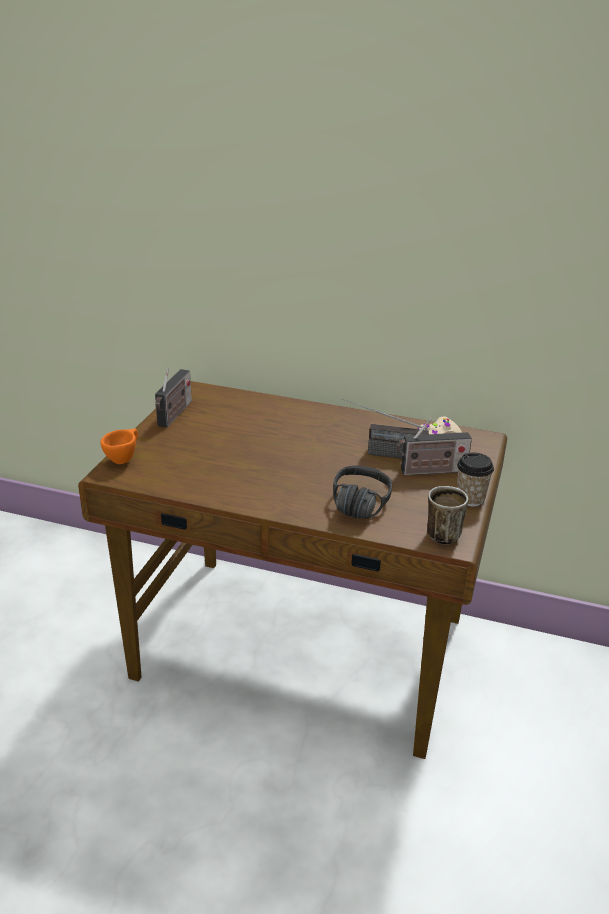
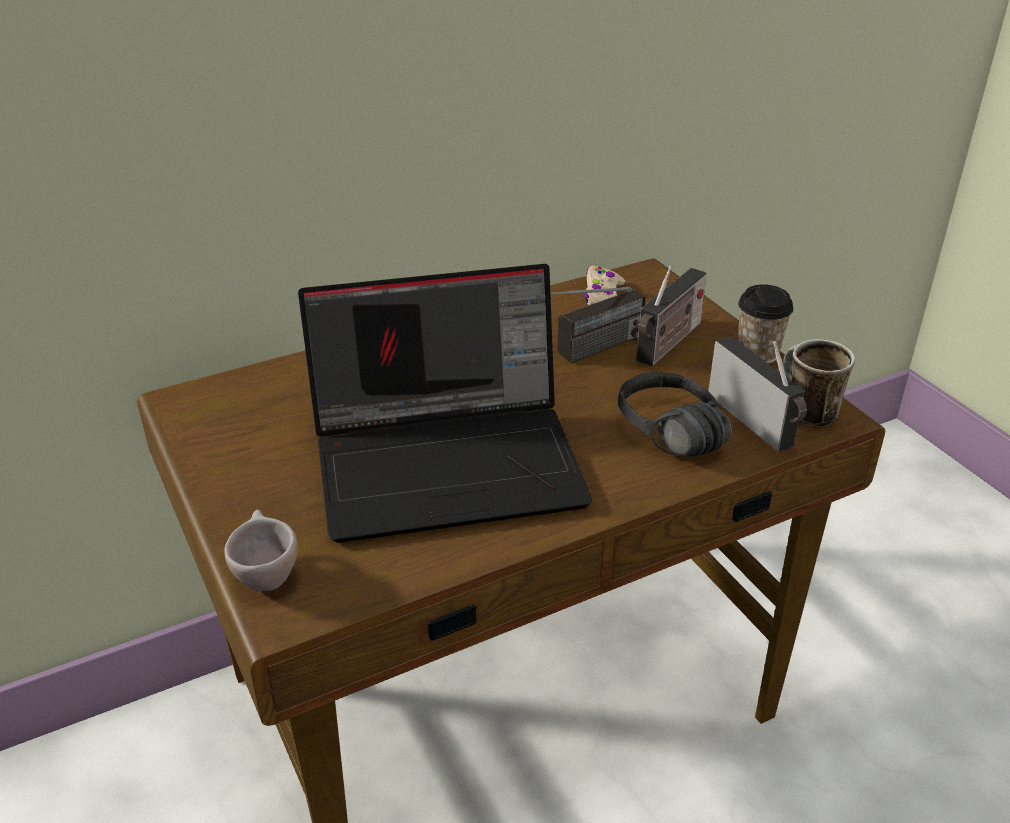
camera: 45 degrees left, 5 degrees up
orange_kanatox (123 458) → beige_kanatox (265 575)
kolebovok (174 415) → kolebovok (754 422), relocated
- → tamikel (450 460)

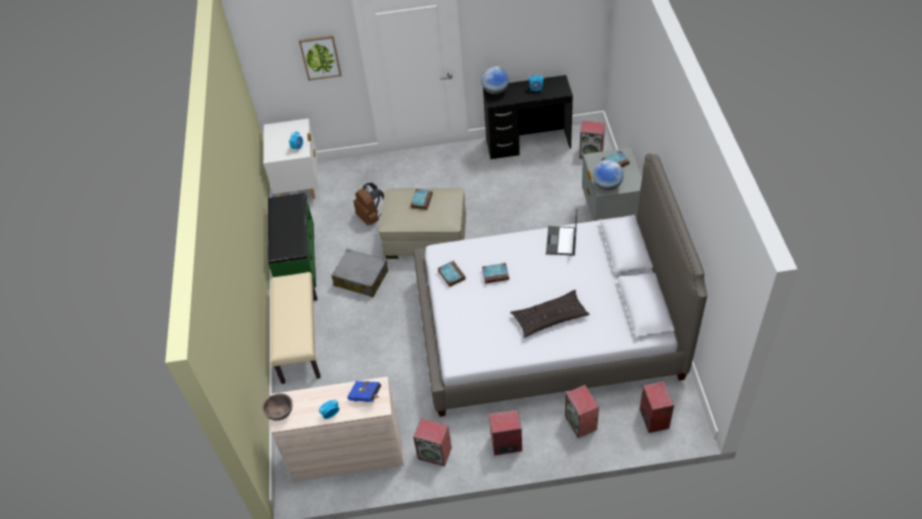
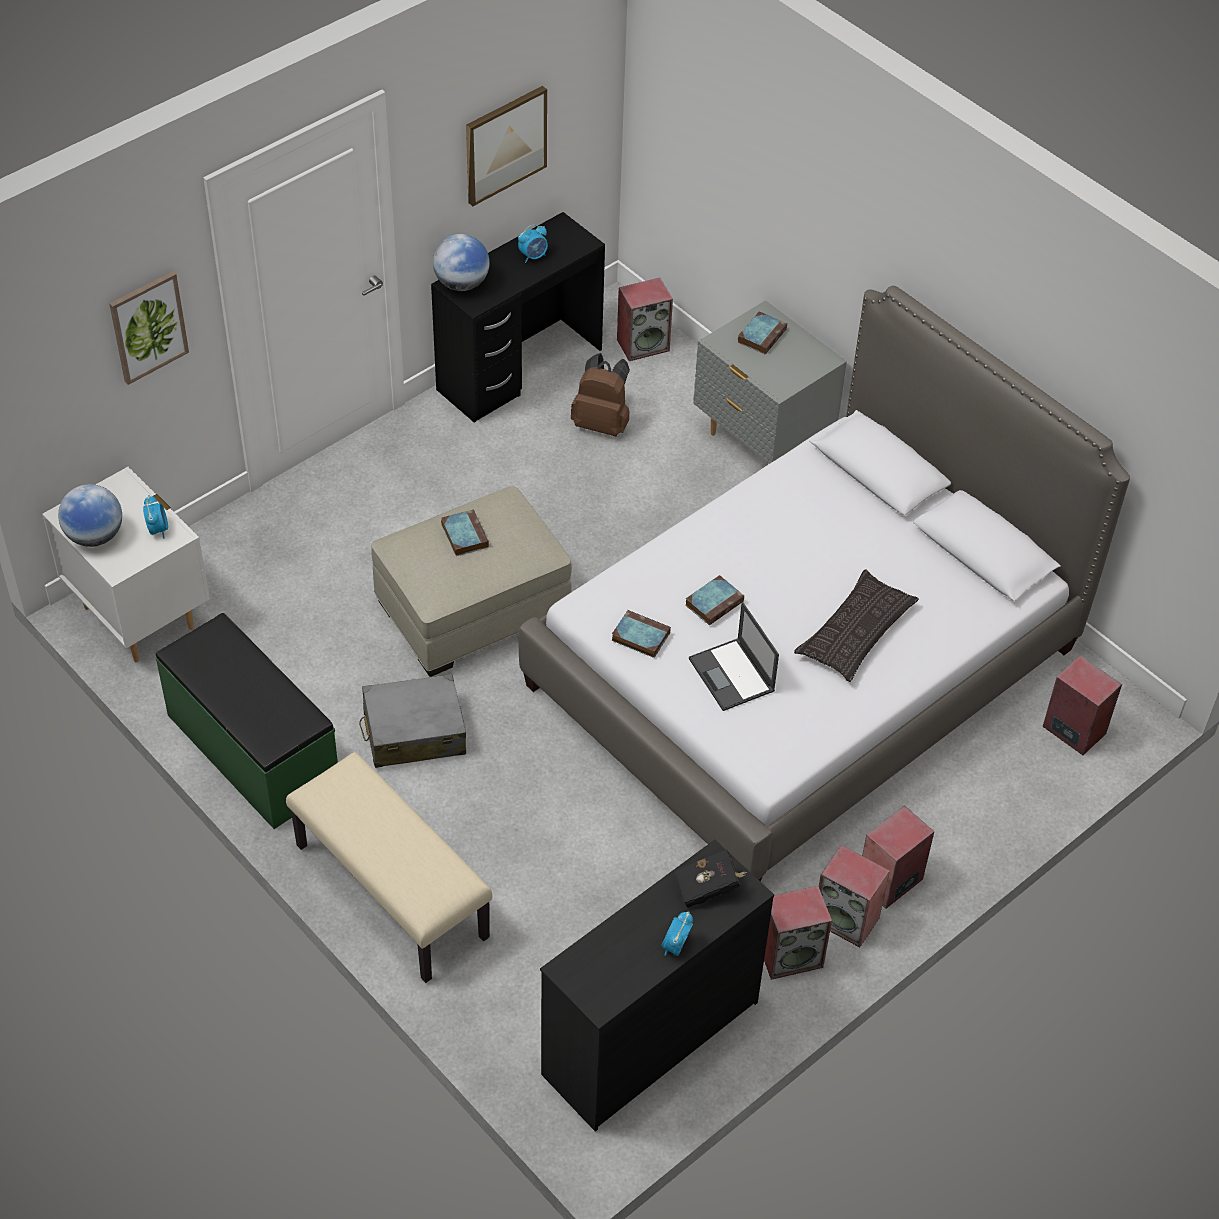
camera: 40 degrees left, 0 degrees up
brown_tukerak (280 414) → -
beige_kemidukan (347 455) → black_kemidukan (649 1037)
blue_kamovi (366 396) → black_kamovi (709 888)
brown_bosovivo (371 217) → brown_bosovivo (602 423), relocated
tamikel (561 241) → tamikel (732 675), relocated
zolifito (581 423) → zolifito (847 919), relocated
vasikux (607 185) → vasikux (95 536), relocated
- → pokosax (505 144)

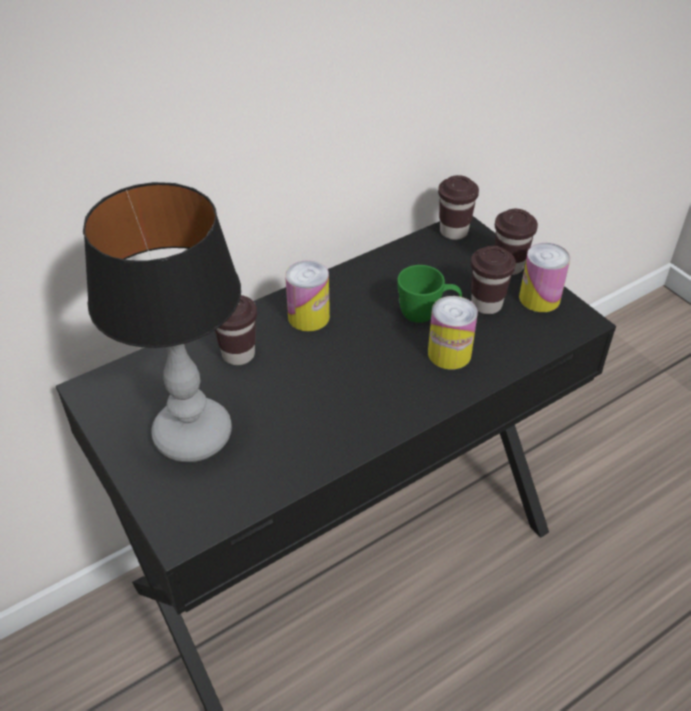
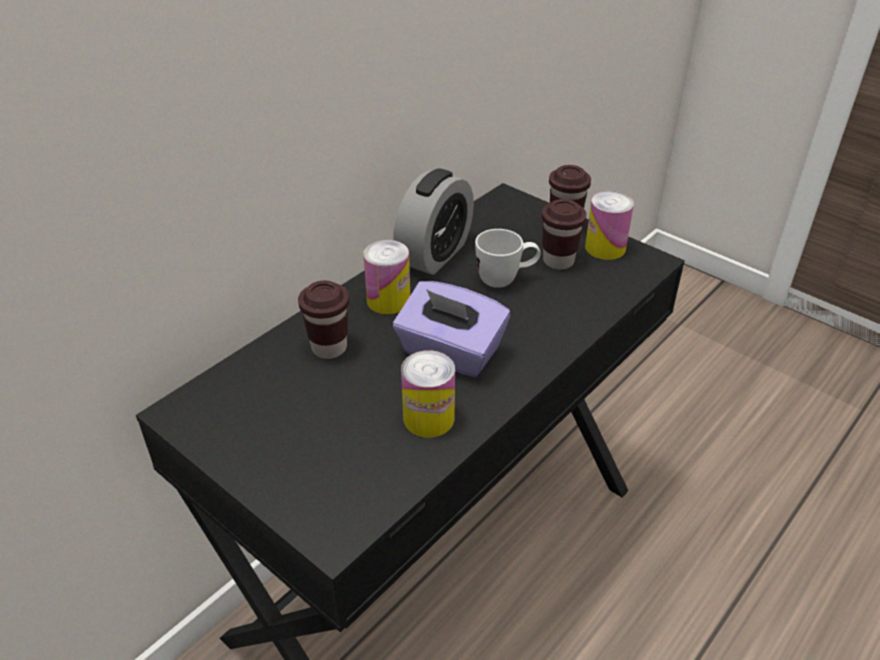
camera: 15 degrees left, 5 degrees down
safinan (191 434) → -
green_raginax (427 315) → white_raginax (506 279)
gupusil (449 353) → gupusil (428 418), relocated
brown_kanatox (453 231) → -
- → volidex (434 254)
- → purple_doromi (450 352)

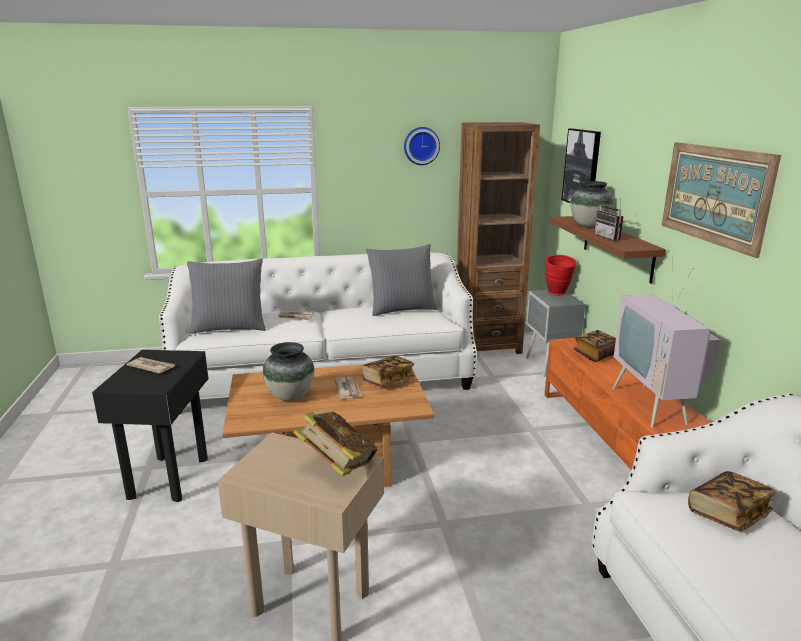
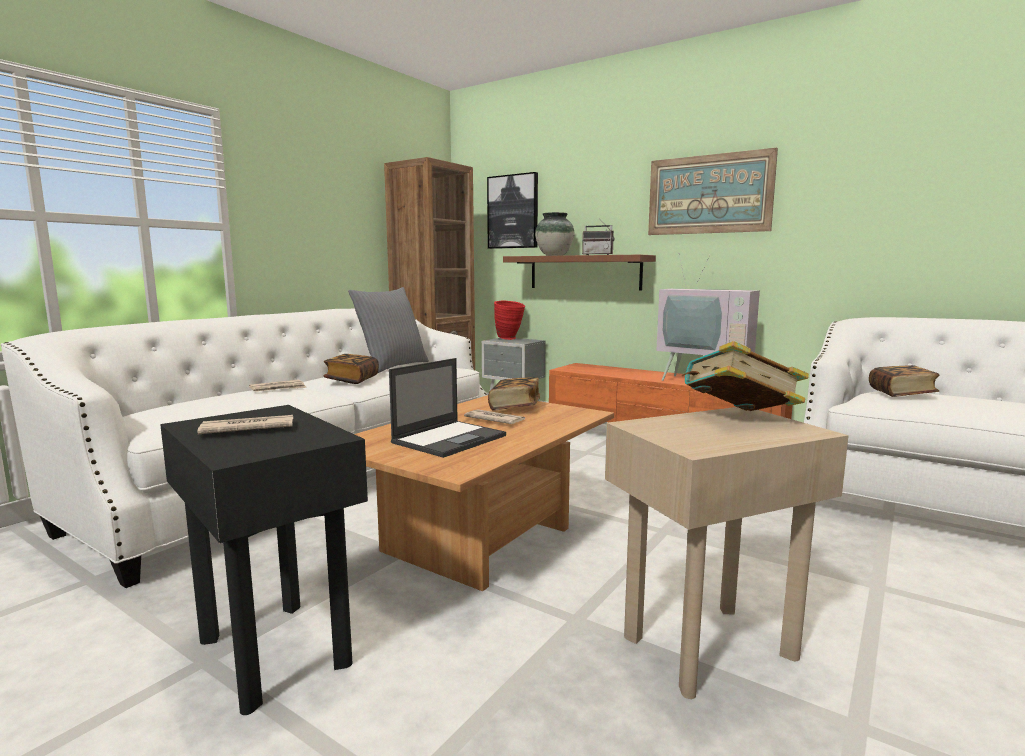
camera: 45 degrees left, 10 degrees down
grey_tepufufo (229 328) → -
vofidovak (290 396) → tamikel (450 439)
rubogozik (421 146) → -
kamovi (596 354) → kamovi (352 380), relocated

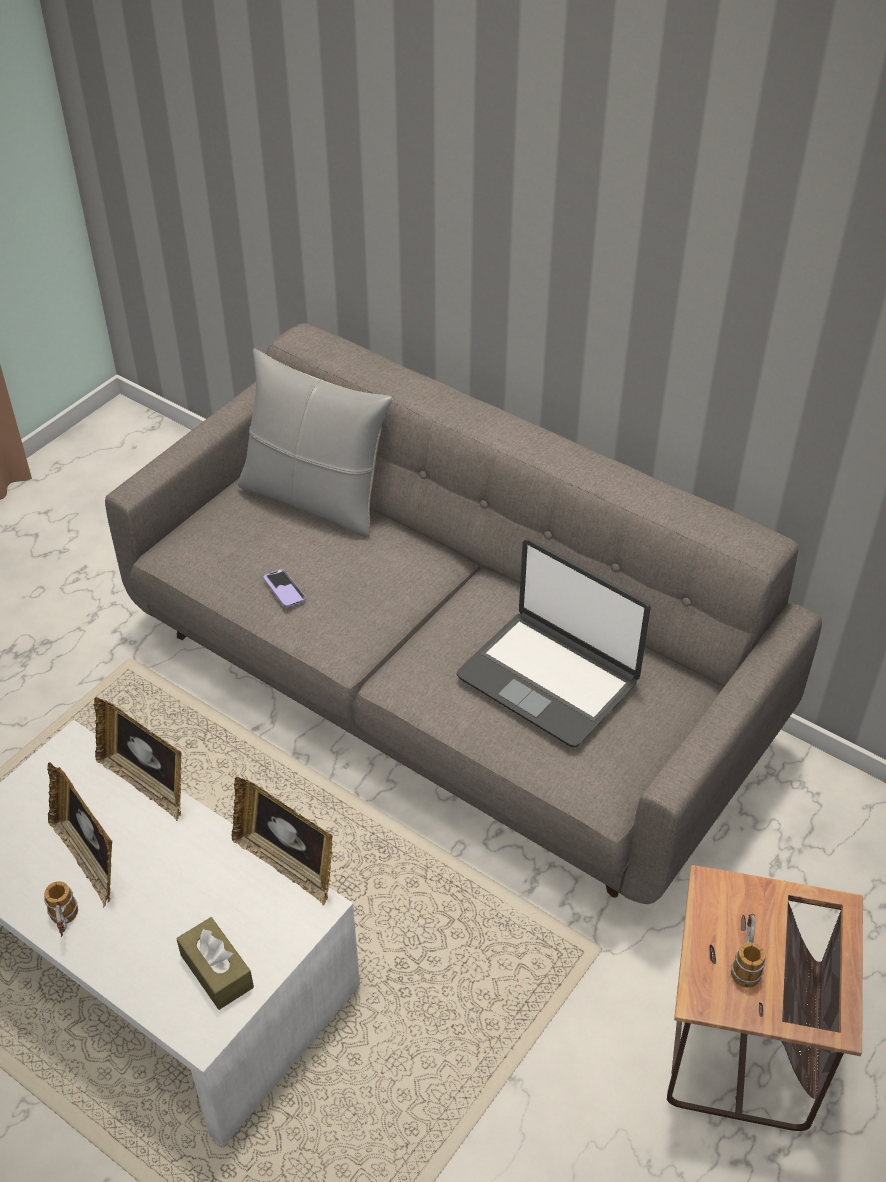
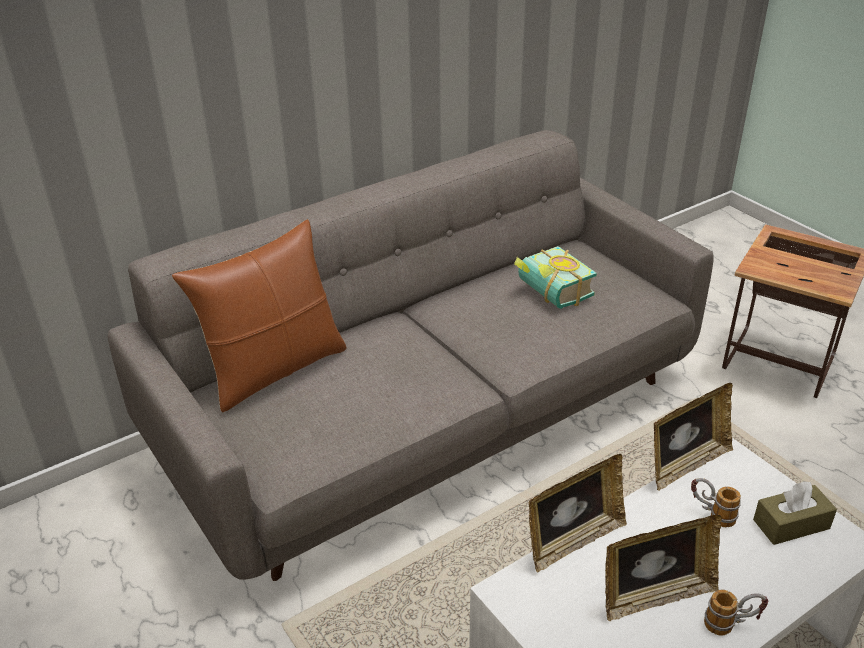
camera: 70 degrees left, 10 degrees down
grey_tepufufo (315 499) → brown_tepufufo (275 369)
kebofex (284 589) → -
tamikel (549 678) → kamovi (549 294)
raginax (745 962) → raginax (711 514), relocated

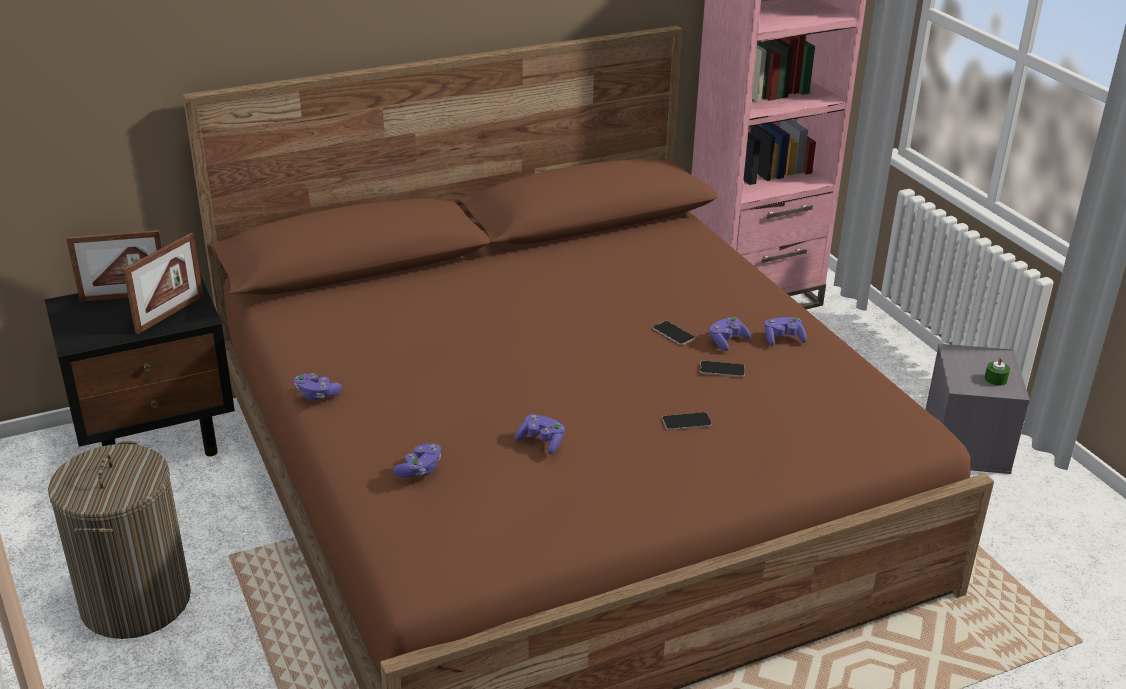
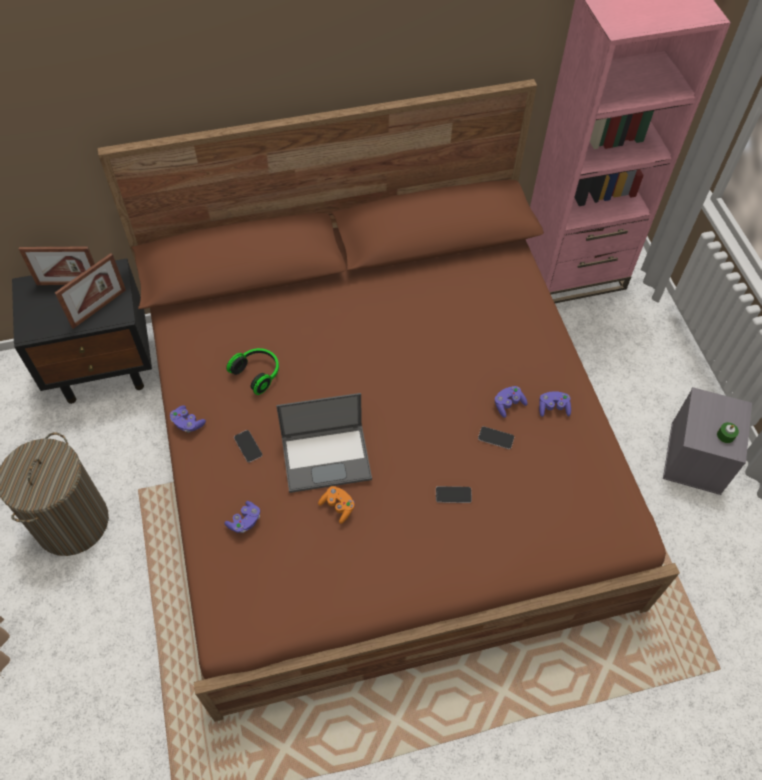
camera: 10 degrees right, 25 degrees up
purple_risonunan (541 442) → orange_risonunan (338 507)
kebofex (673 333) → kebofex (248 446), relocated
- → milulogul (258 373)
- → tamikel (327 457)

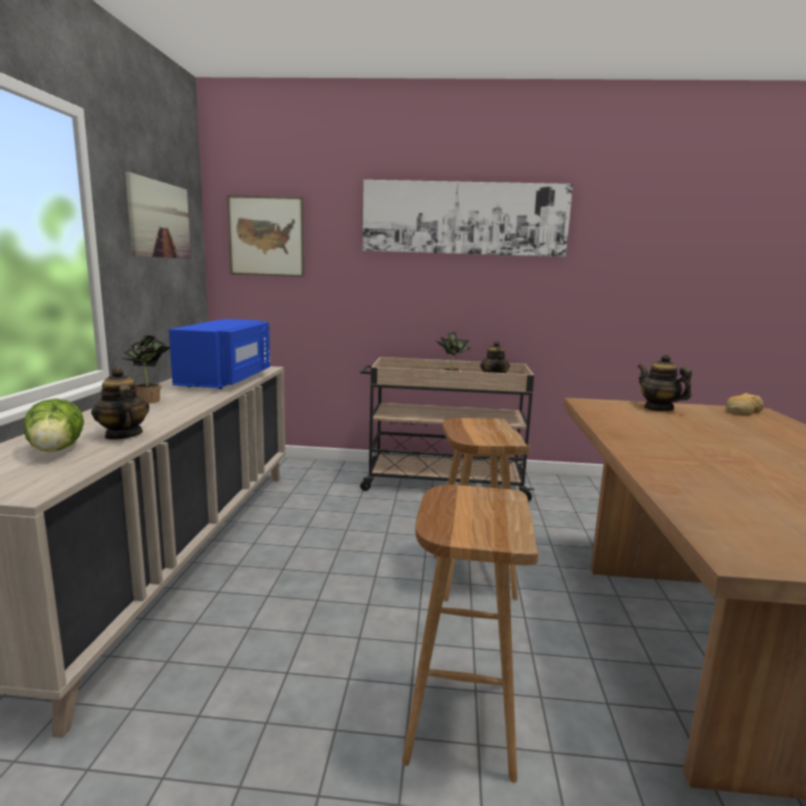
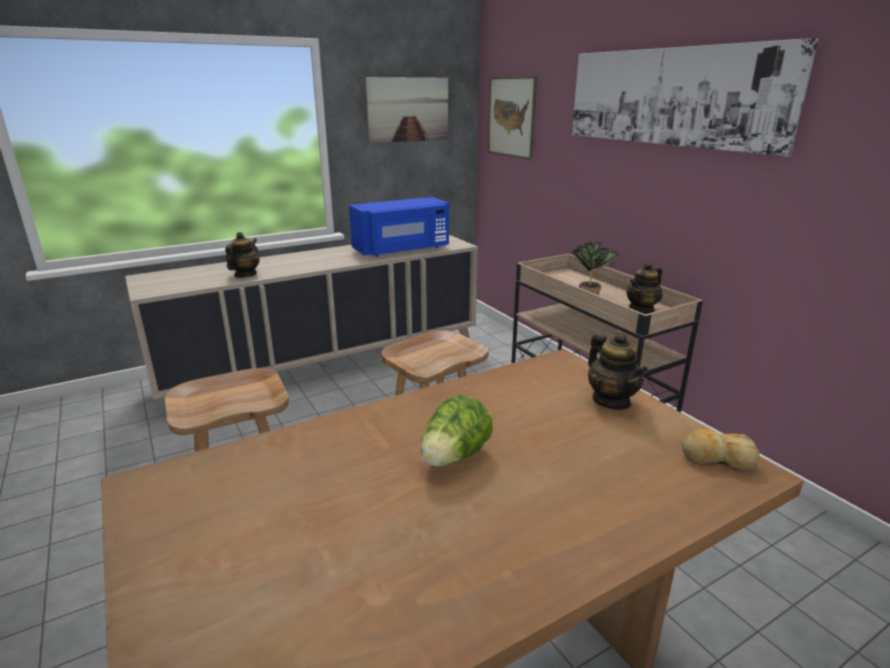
camera: 55 degrees right, 10 degrees up
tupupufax (56 451) → tupupufax (454 457), relocated
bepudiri (150 401) → -
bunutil (658 408) → bunutil (611 401), 135 degrees clockwise

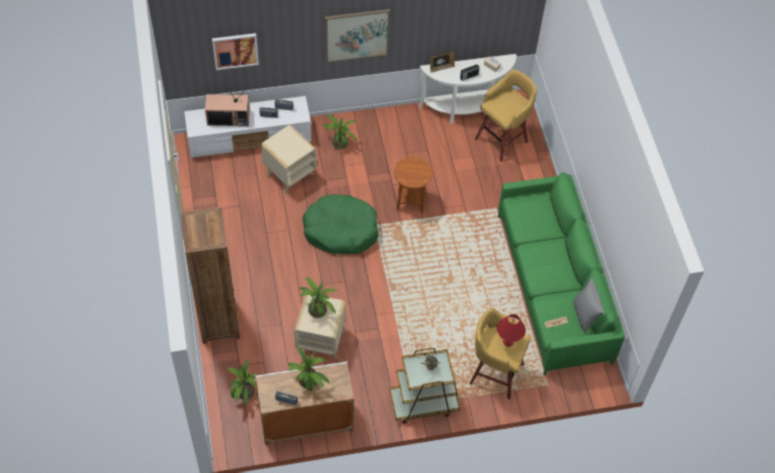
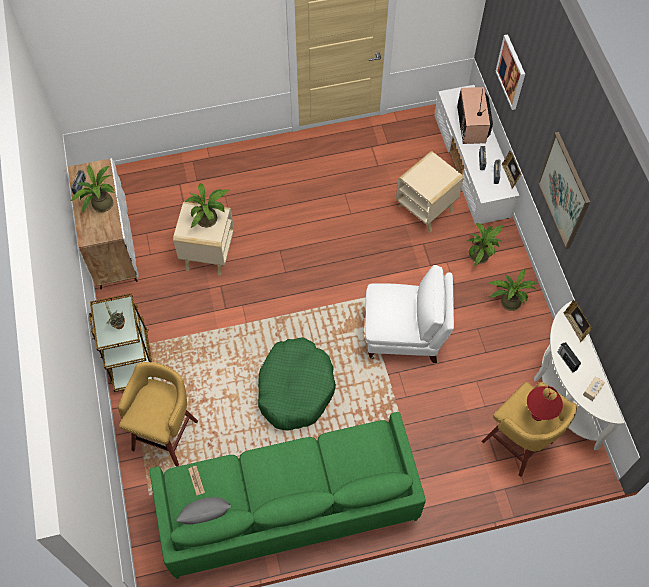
camera: 90 degrees right, 5 degrees up
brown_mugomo (218 322) → -
bepudiri (244 394) → bepudiri (507 301), relocated
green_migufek (340 230) → green_migufek (295 388), relocated
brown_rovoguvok (410 201) → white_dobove (404 335)
red_safinan (508 342) → red_safinan (537 415), relocated
- → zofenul (509 176)

